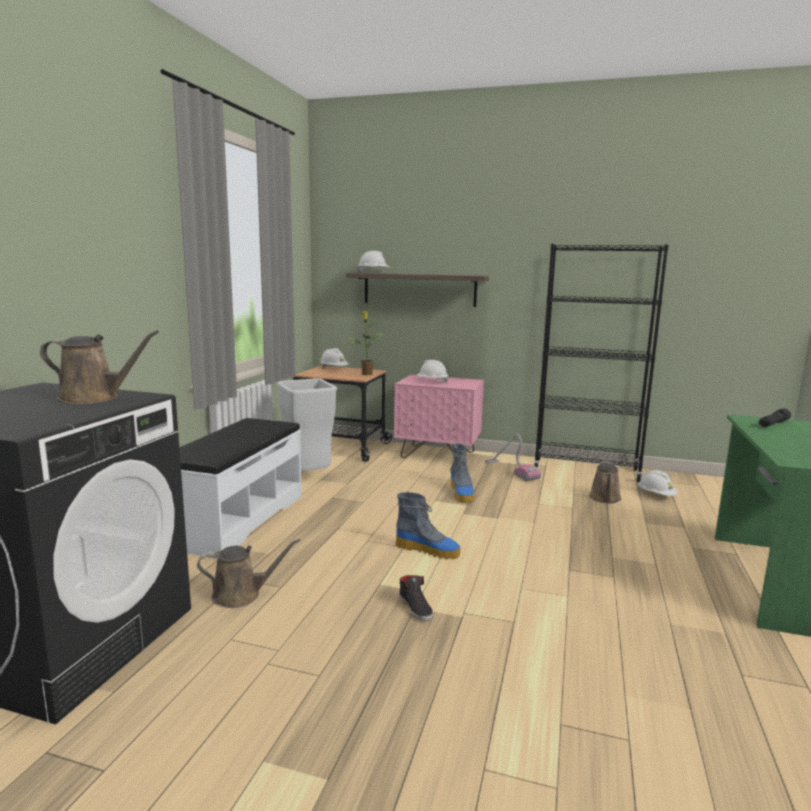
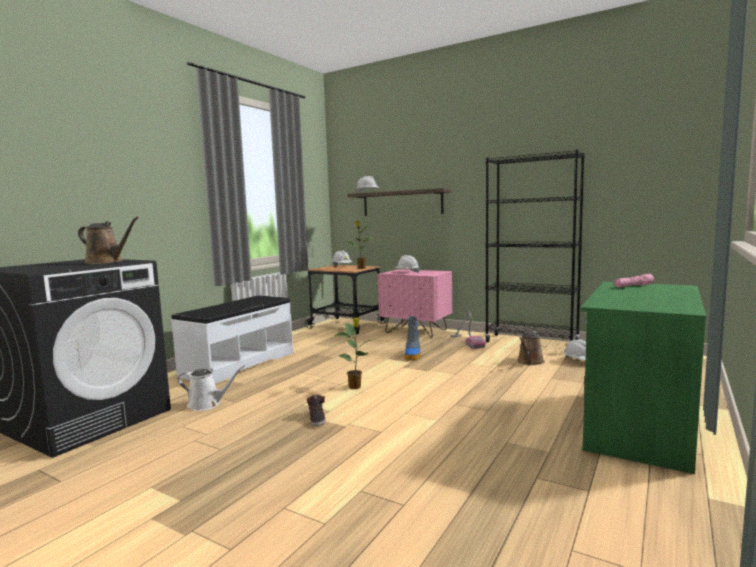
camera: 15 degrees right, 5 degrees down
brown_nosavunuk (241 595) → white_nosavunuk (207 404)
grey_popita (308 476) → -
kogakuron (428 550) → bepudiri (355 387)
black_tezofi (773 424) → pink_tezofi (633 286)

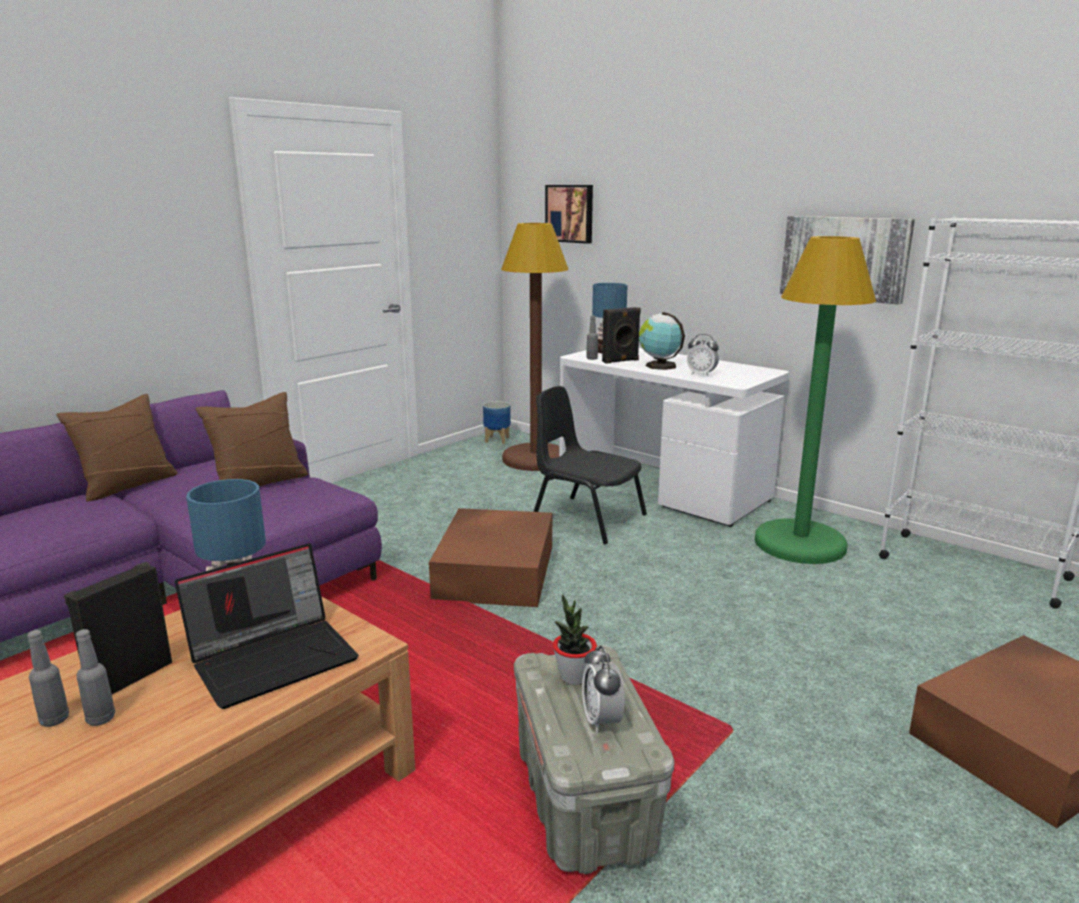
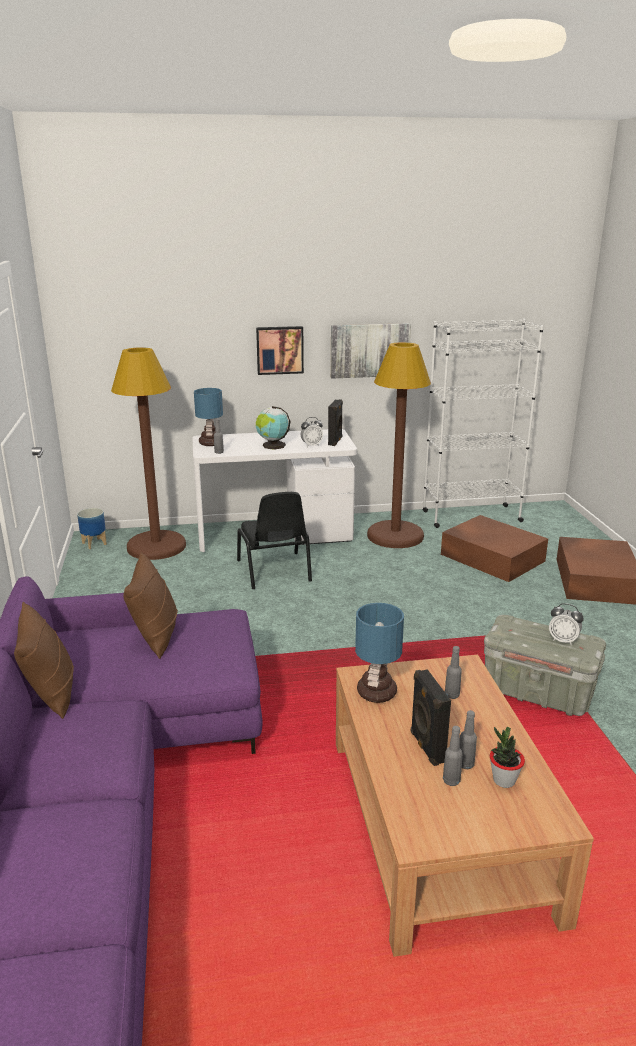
camera: 50 degrees left, 5 degrees up
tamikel (275 657) → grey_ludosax (452 695)
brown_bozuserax (496 571) → brown_bozuserax (491 557), relocated
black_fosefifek (587 518) → black_fosefifek (274 571), 90 degrees counterclockwise
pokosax (570 213) → pokosax (279 350), relocated
bepudiri (573 677) → bepudiri (504 780), relocated
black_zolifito (621 361) → black_zolifito (335 441), relocated
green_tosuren (800 544) → brown_tosuren (395 536)

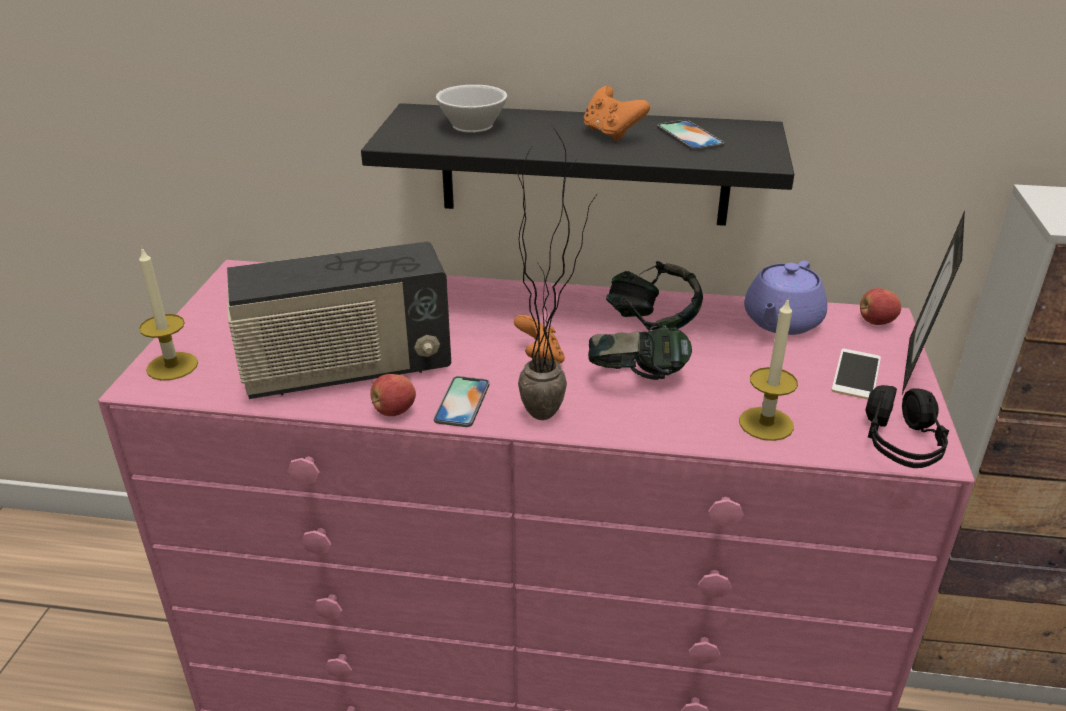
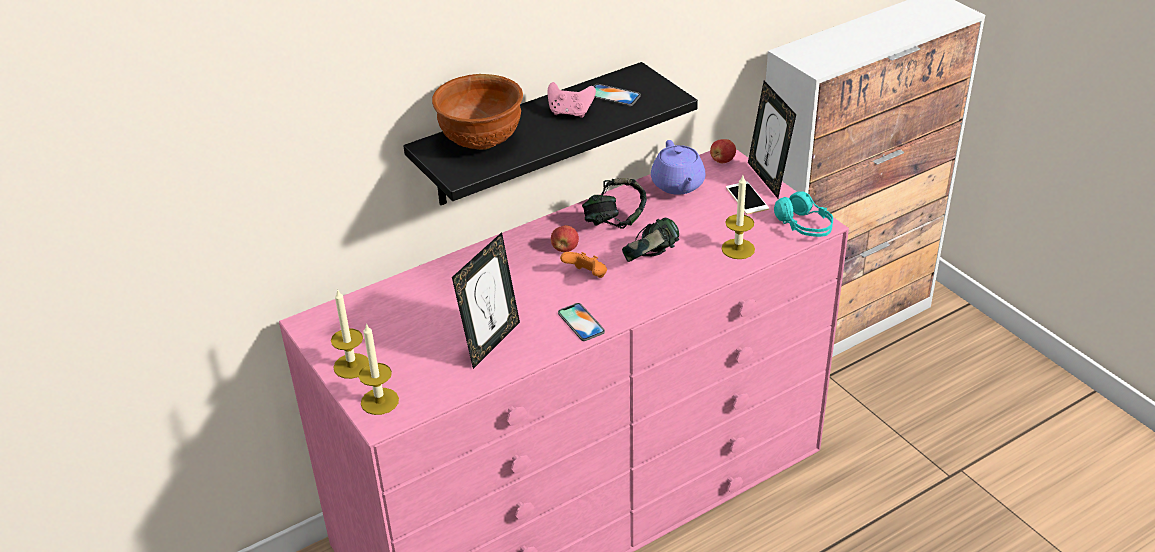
camera: 40 degrees left, 5 degrees up
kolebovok (347 371) → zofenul (491 342)
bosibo (393 411) → bosibo (565 249), relocated
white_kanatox (470 124) → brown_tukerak (480 142)
bepudiri (554 409) → -
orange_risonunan (611 134) → pink_risonunan (570 112)
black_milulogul (901 444) → turquoise_milulogul (804 226)
- → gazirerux (352 366)

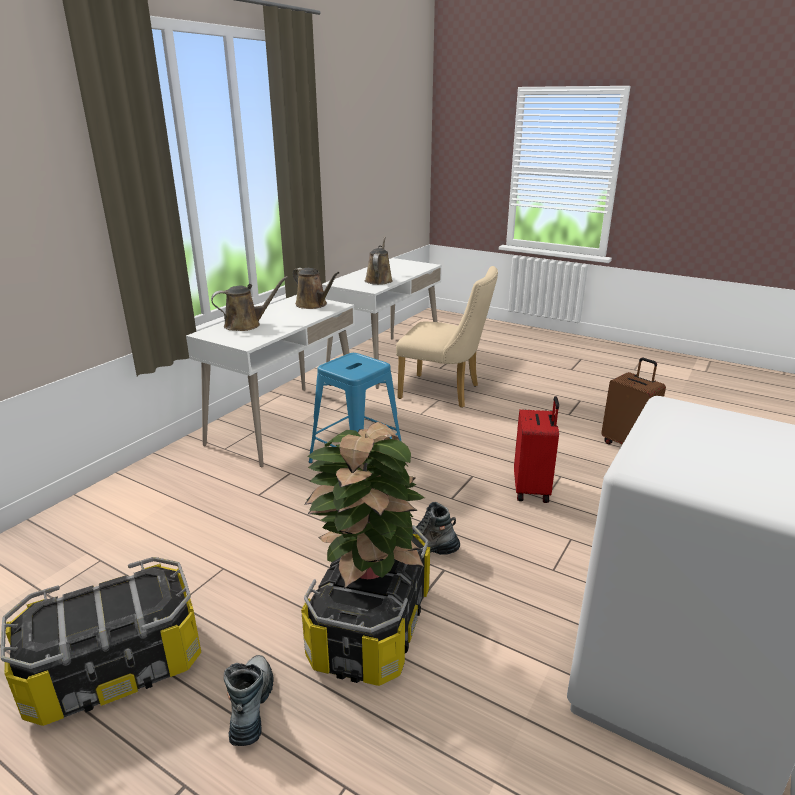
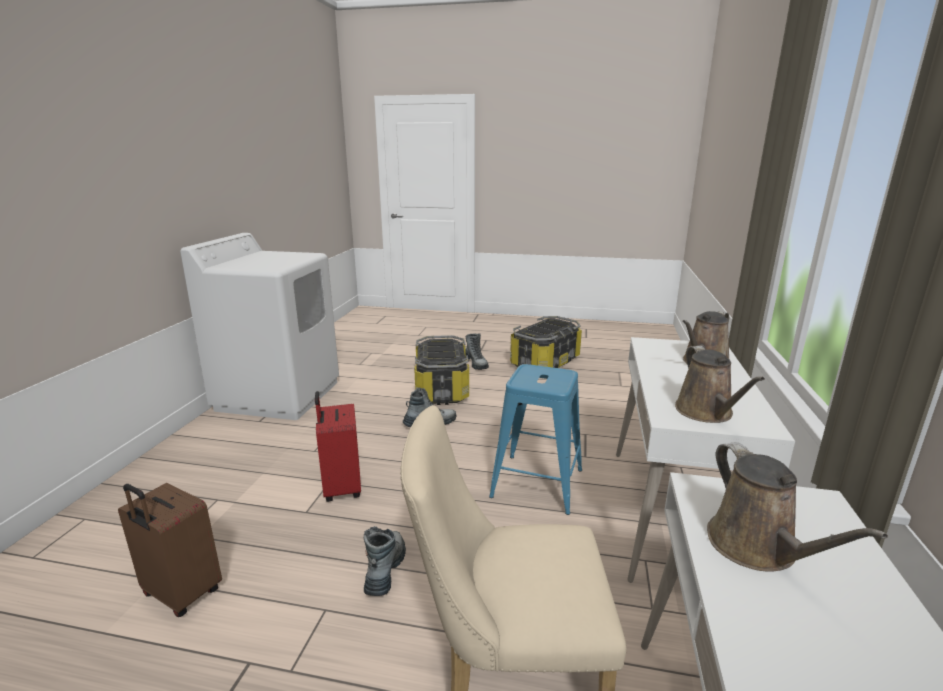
camera: 160 degrees right, 5 degrees down
brown_nosavunuk (313 305) → brown_nosavunuk (706 413), 120 degrees counterclockwise
bepudiri (367 570) → -
- → kogakuron (385 569)

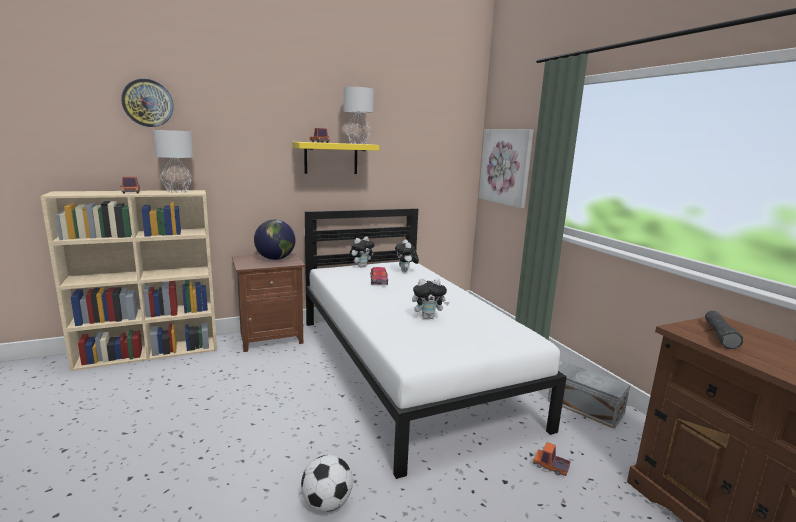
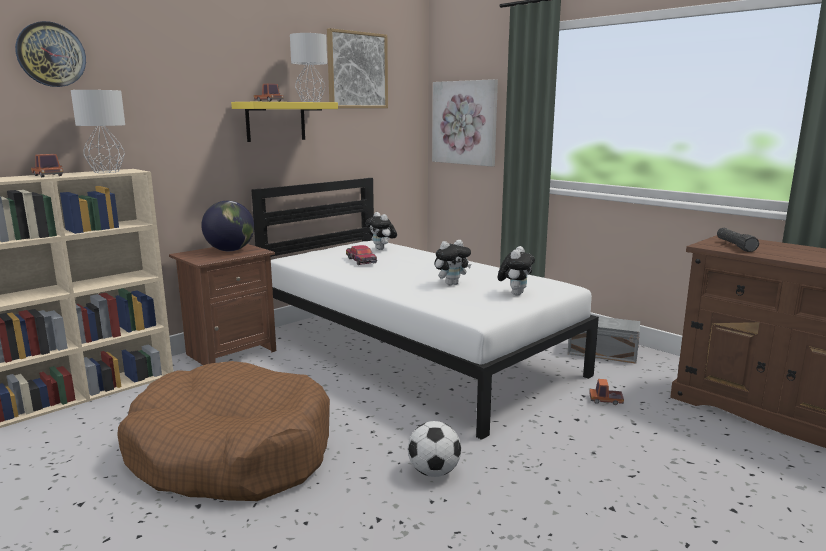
camera: 20 degrees left, 0 degrees up
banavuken (361 266) → banavuken (515 293), relocated
- → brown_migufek (231 453)
- → pokosax (357 70)

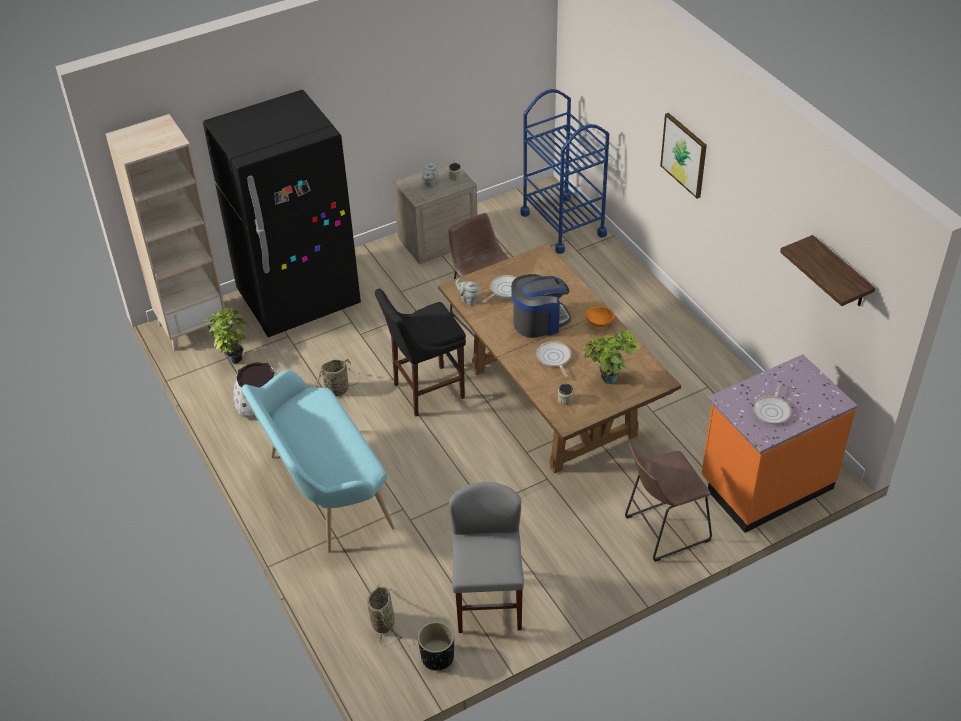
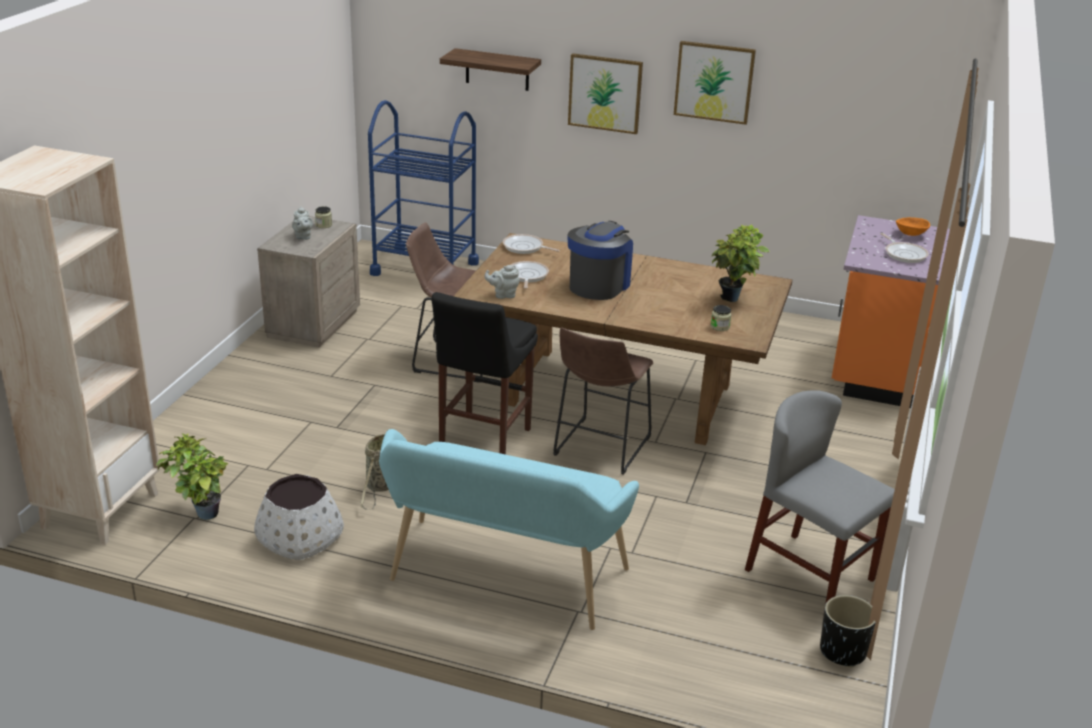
camera: 45 degrees left, 15 degrees down
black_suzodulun (299 300) → -
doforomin (383 621) → -
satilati (554 358) → satilati (525 248), relocated
orange_tukerak (599 323) → orange_tukerak (910 234), relocated
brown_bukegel (662 530) → brown_bukegel (599 448), relocated
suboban (840 273) → suboban (497 70), relocated
- → pokosax (714 82)

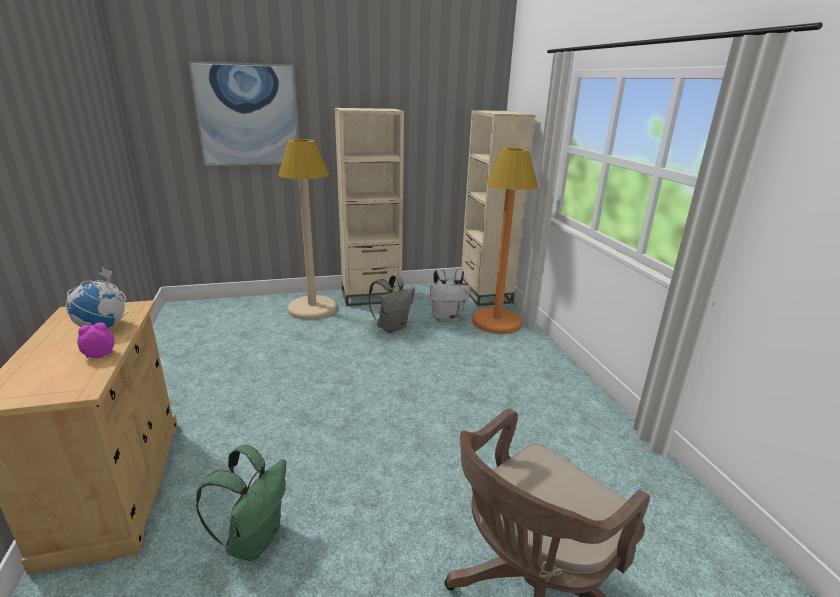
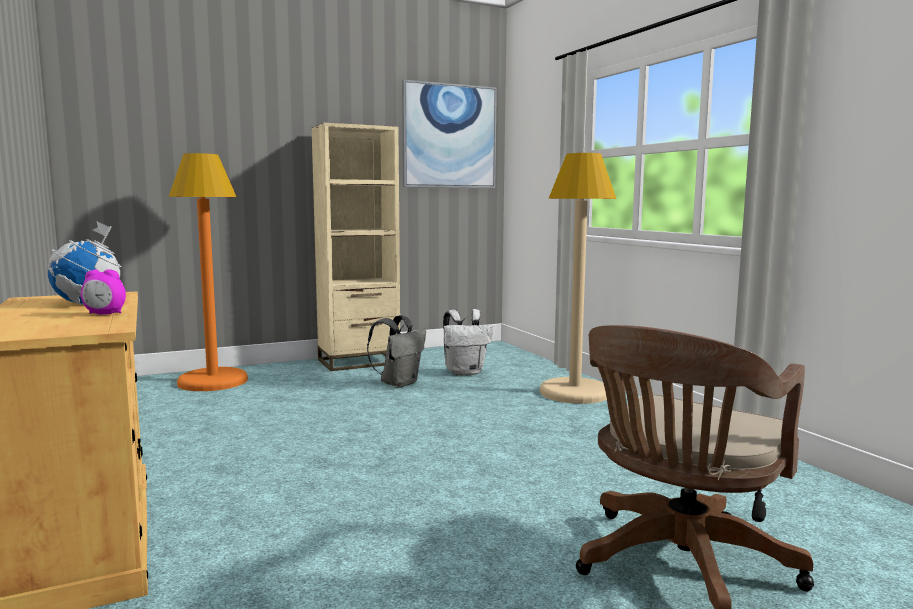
camera: 10 degrees left, 15 degrees down
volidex (100 355) → volidex (105 314), 150 degrees counterclockwise
pokosax (248 115) → pokosax (449 136), relocated
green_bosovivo (254 539) → -
beige_tosuren (312 309) → beige_tosuren (574 393), relocated
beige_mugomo (485 293) → -
orange_tosuren (496 322) → orange_tosuren (213 381), relocated

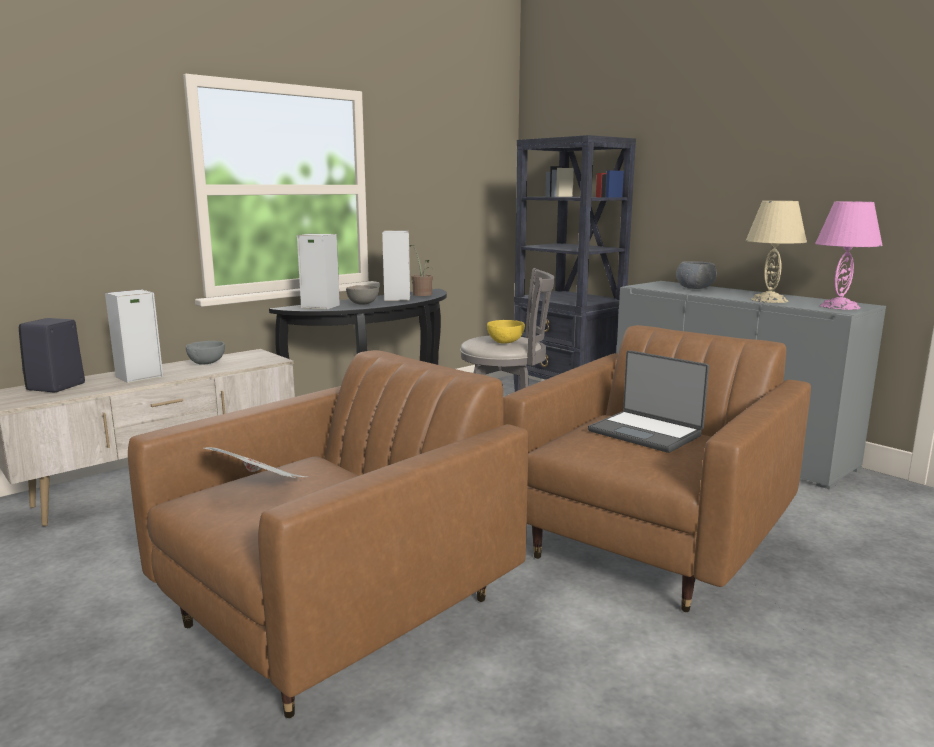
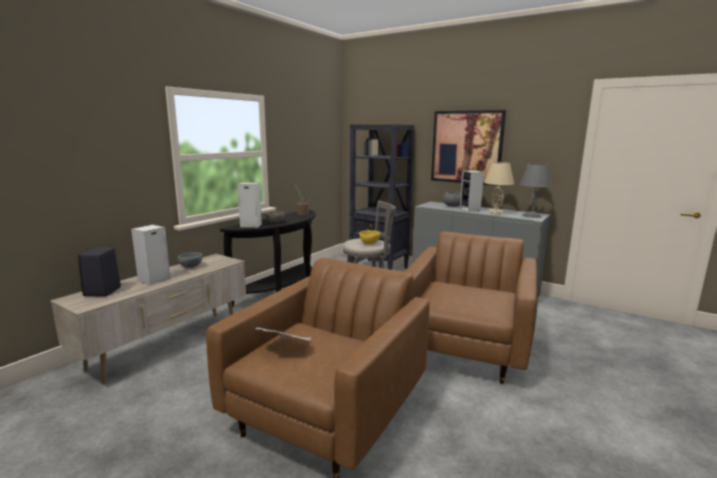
camera: 15 degrees left, 0 degrees up
zolifito (398 298) → zolifito (470 209), relocated
tamikel (646 433) → -
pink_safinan (839 306) → grey_safinan (531 216)
- → pokosax (466 147)

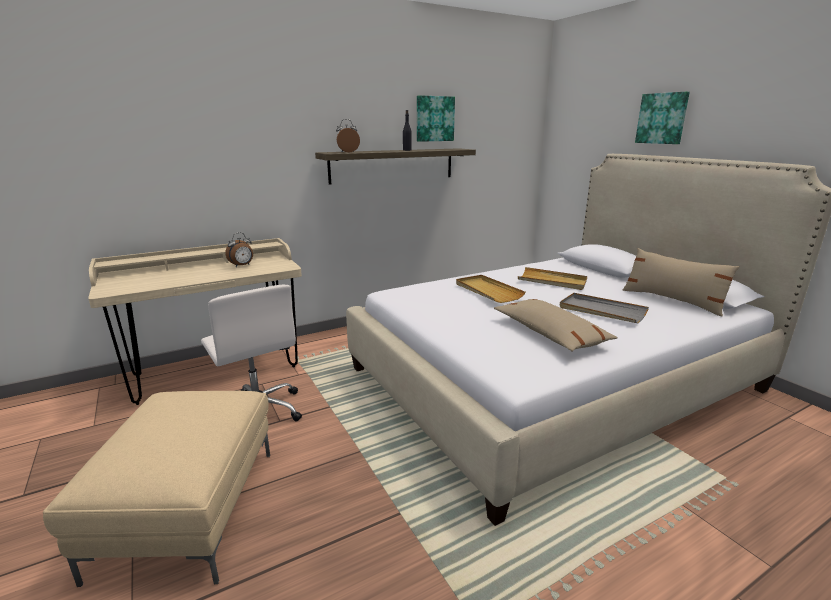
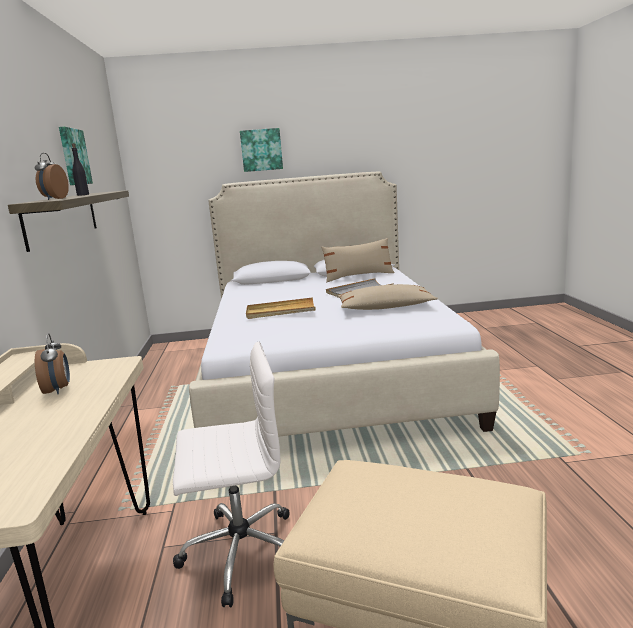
camera: 65 degrees left, 5 degrees down
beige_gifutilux (552 281) → -

